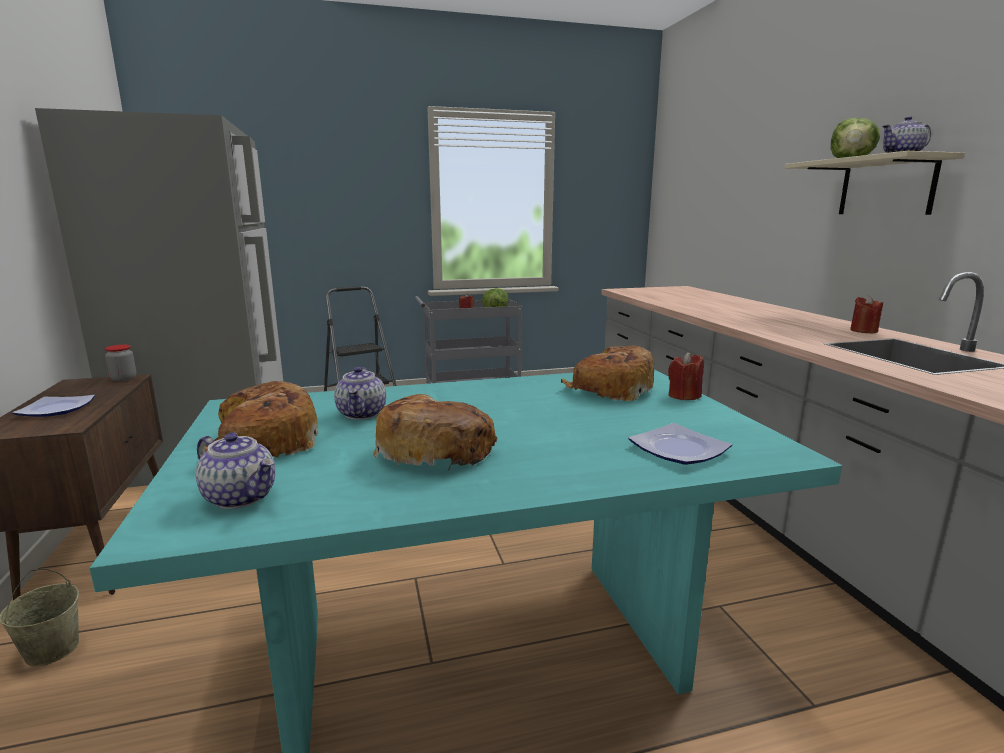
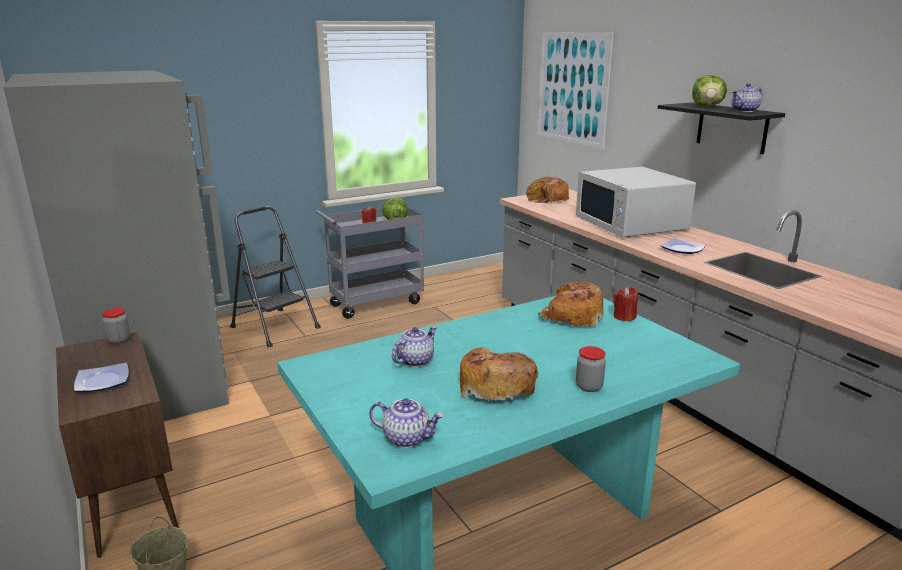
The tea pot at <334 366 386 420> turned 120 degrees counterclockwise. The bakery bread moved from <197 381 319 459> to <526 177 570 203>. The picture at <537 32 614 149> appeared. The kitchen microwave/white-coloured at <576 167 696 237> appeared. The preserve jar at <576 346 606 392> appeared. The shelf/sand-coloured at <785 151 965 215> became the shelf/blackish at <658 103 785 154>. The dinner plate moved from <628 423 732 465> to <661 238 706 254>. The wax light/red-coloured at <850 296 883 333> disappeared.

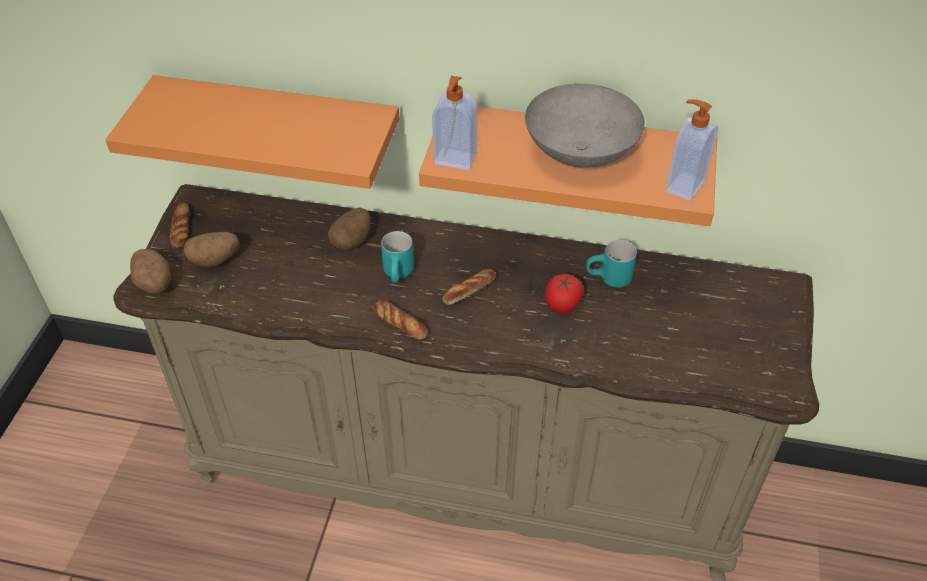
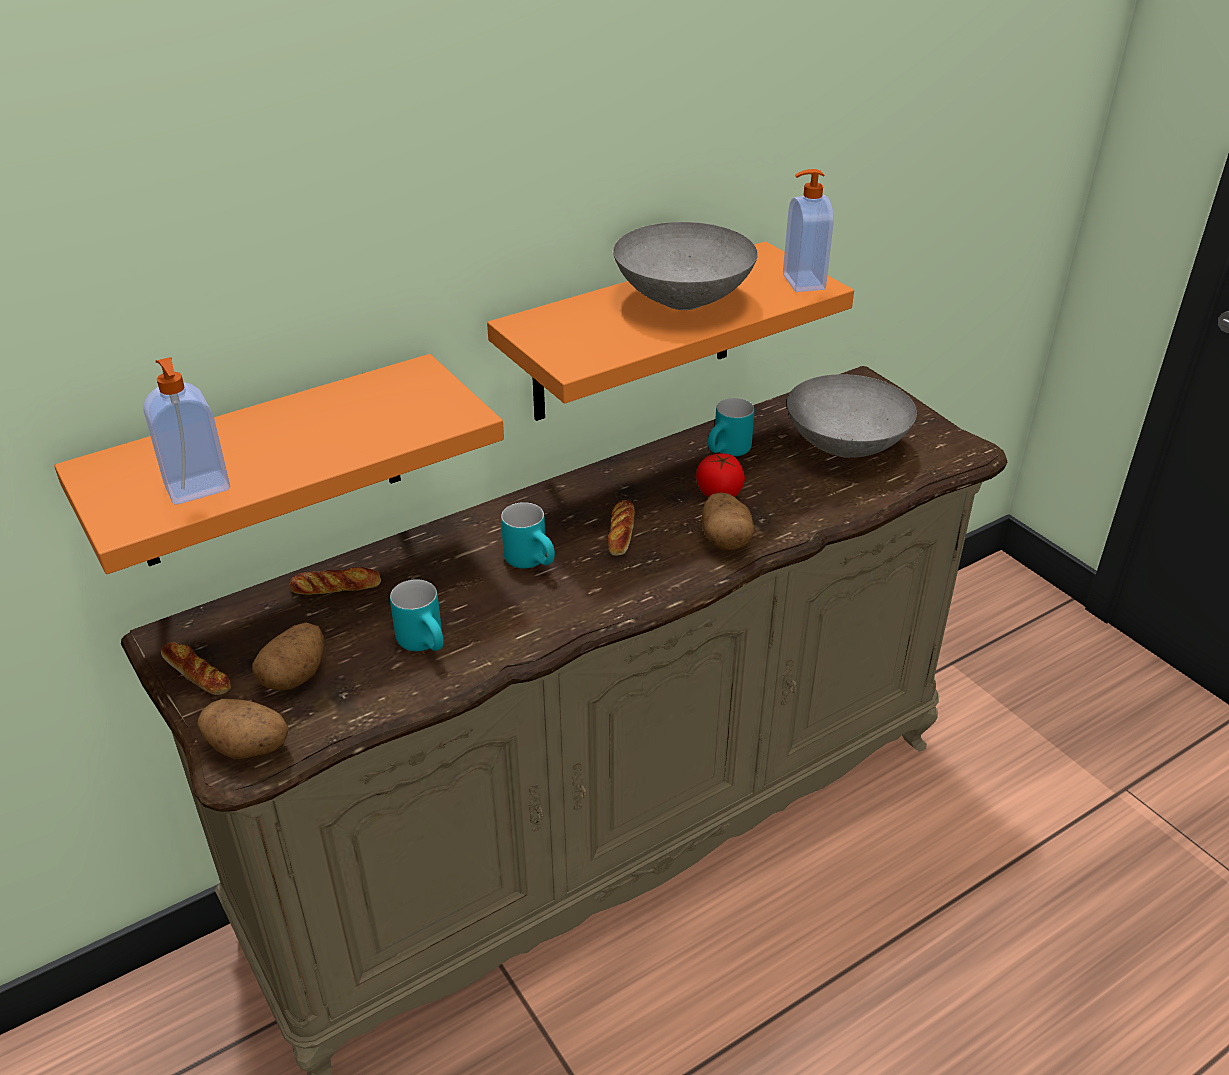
The soap dispenser moved from <432 76 478 170> to <143 357 230 505>. The bakery bread moved from <374 301 428 340> to <290 567 381 595>. The coffee mug/turquoise-coloured at <390 579 444 651> appeared. The spud moved from <328 207 371 249> to <702 492 754 550>. The bowl/gray at <787 374 917 458> appeared.

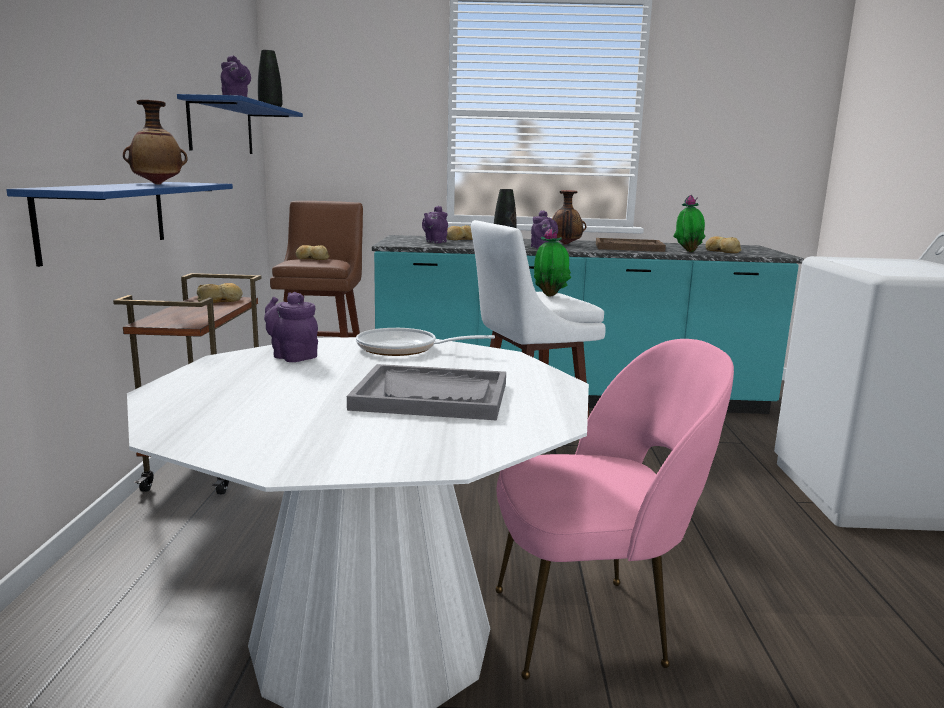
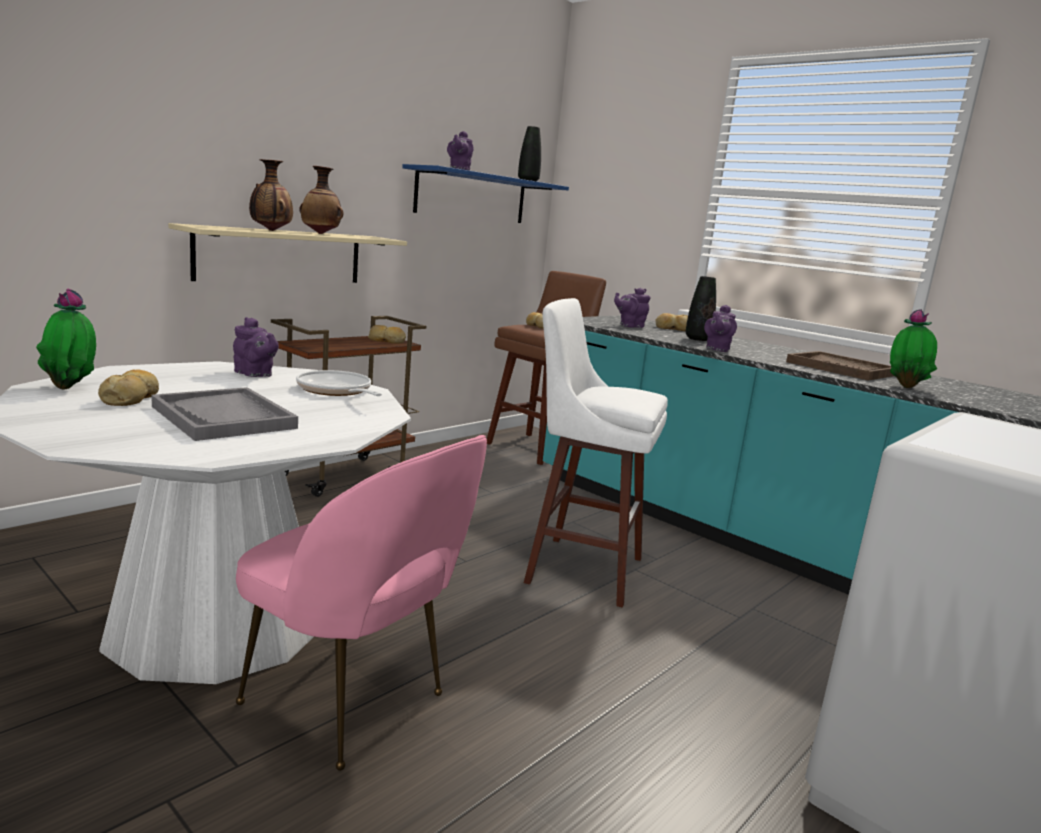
The potted plant moved from <534 227 571 297> to <36 288 96 390>. The bakery bread moved from <705 236 741 253> to <98 370 159 406>. The shelf/bluish at <6 182 233 267> became the shelf/sand-coloured at <168 223 407 283>. The tea pot/purplish at <264 292 318 362> turned 135 degrees clockwise. The flower vase moved from <552 190 586 245> to <249 159 293 231>.

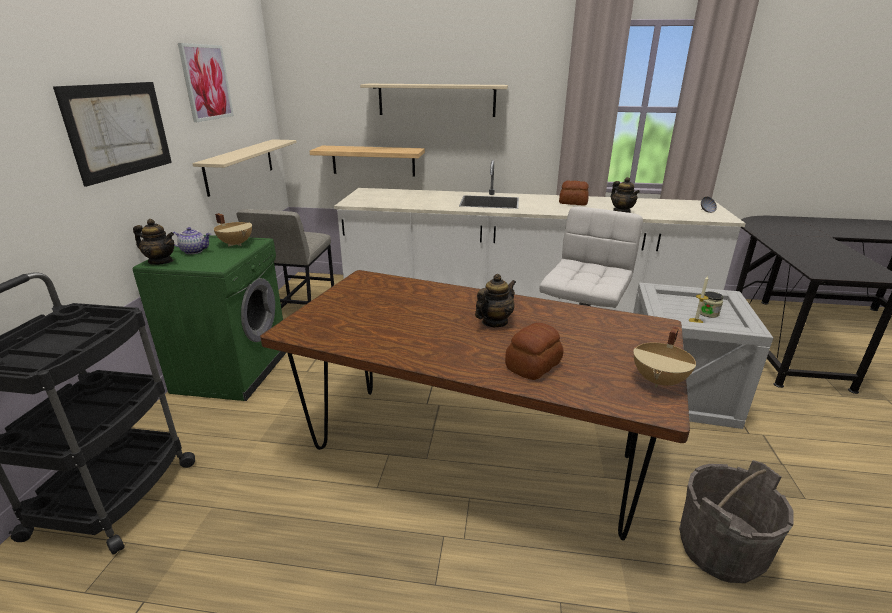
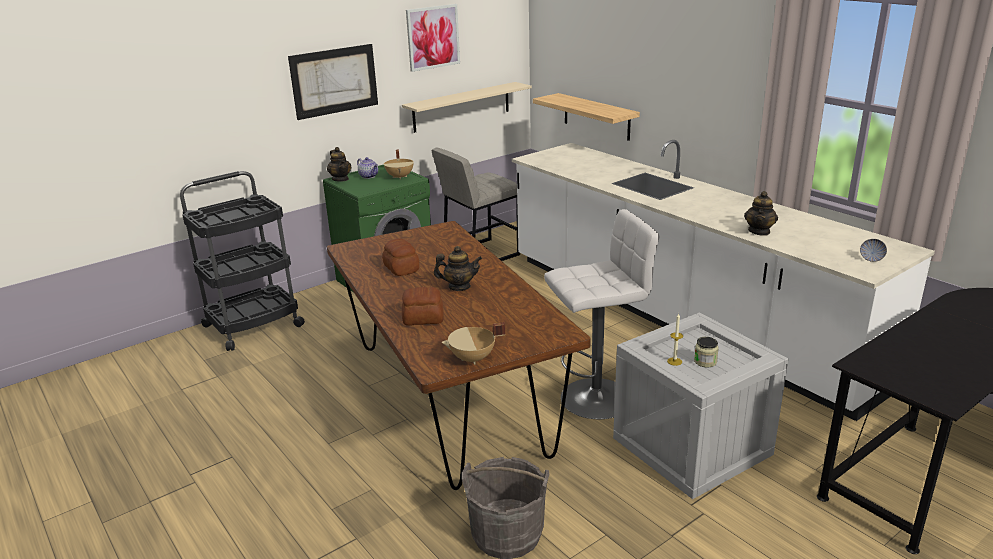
The bakery bread moved from <559 180 589 206> to <382 239 419 276>. The shelf/sand-coloured at <360 84 508 117> disappeared.

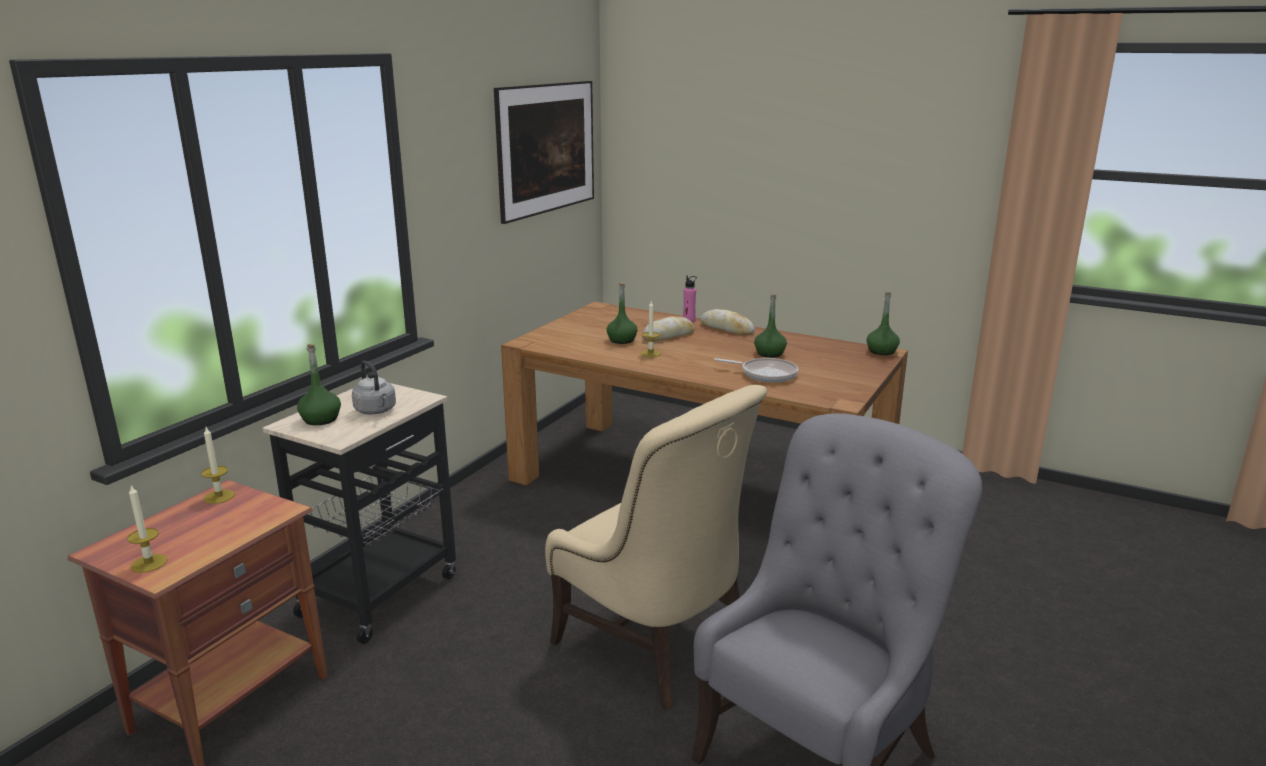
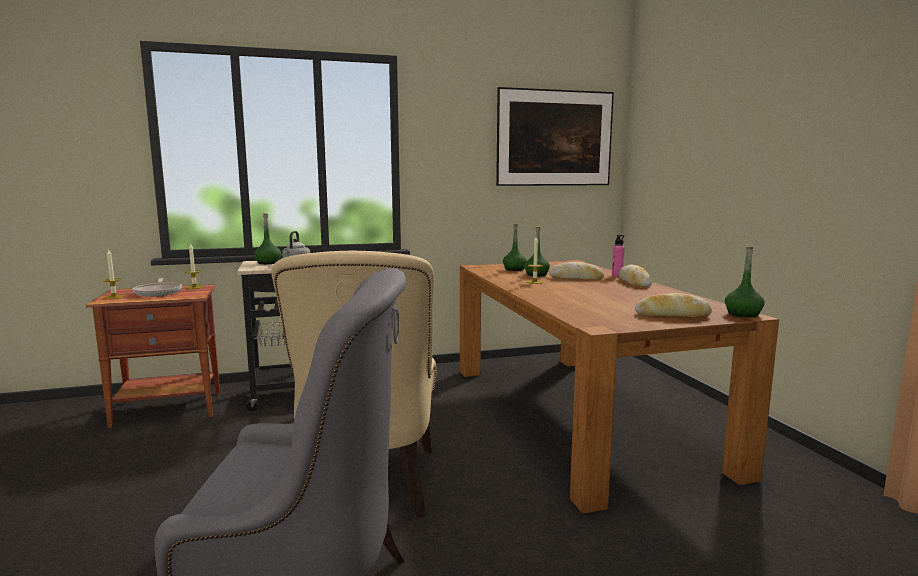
The frying pan moved from <714 358 798 382> to <132 278 182 297>. The drink bottle/green-coloured moved from <754 293 787 358> to <503 223 527 271>. The bakery bread at <635 293 712 317> appeared.

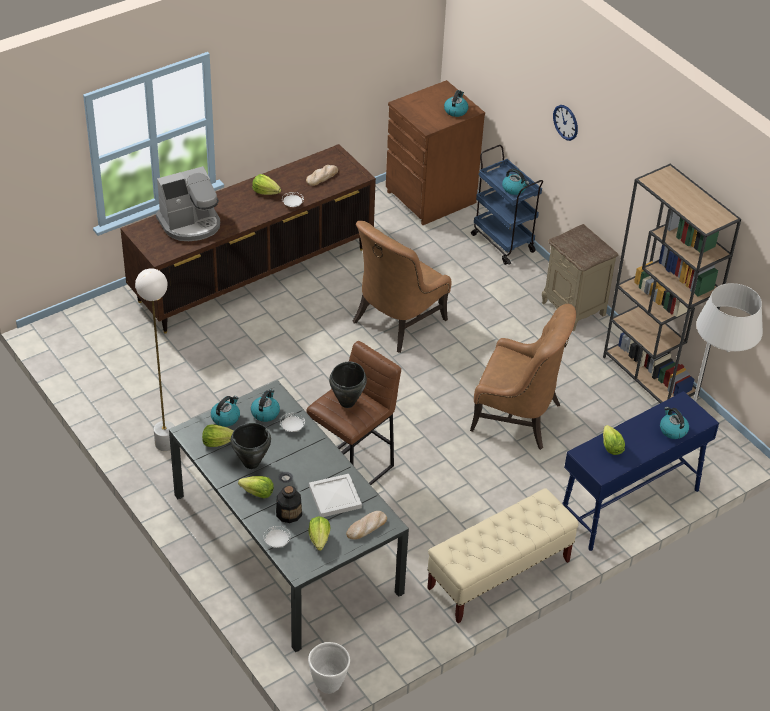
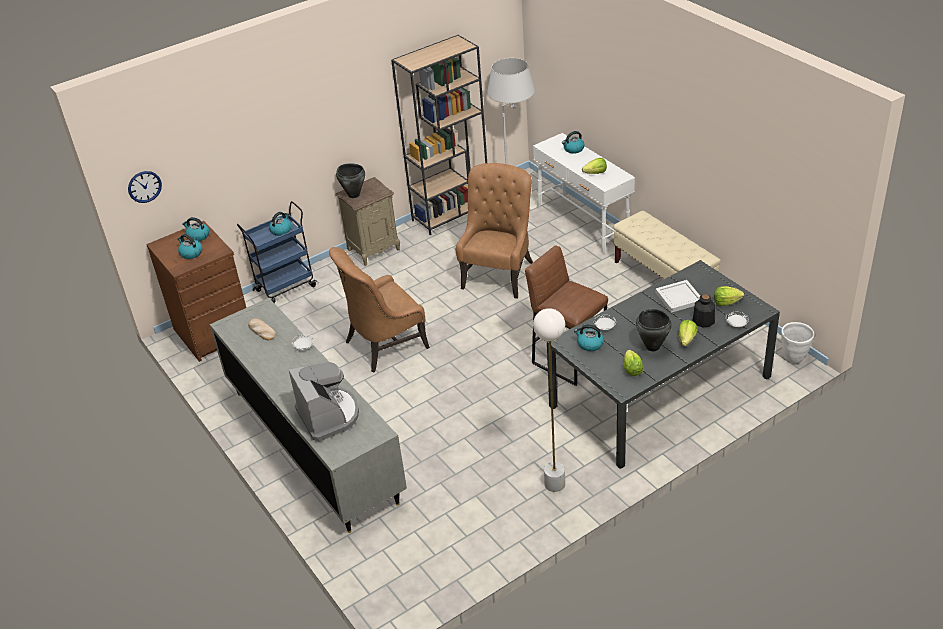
The hanging clock moved from <553 105 578 141> to <128 171 162 203>. The water kettle moved from <211 396 240 427> to <177 234 202 259>. The cupboard/brown at <120 144 376 334> became the cupboard/gray at <210 298 407 533>. The plain chair/brown at <353 221 451 353> turned 105 degrees clockwise. The cooking pot/blackish moved from <329 362 367 408> to <336 163 365 198>. The hall table/bluish at <562 391 719 551> became the hall table/white-coloured at <533 133 635 253>. The lettuce at <252 174 281 195> disappeared. The bakery bread at <346 511 387 540> disappeared.

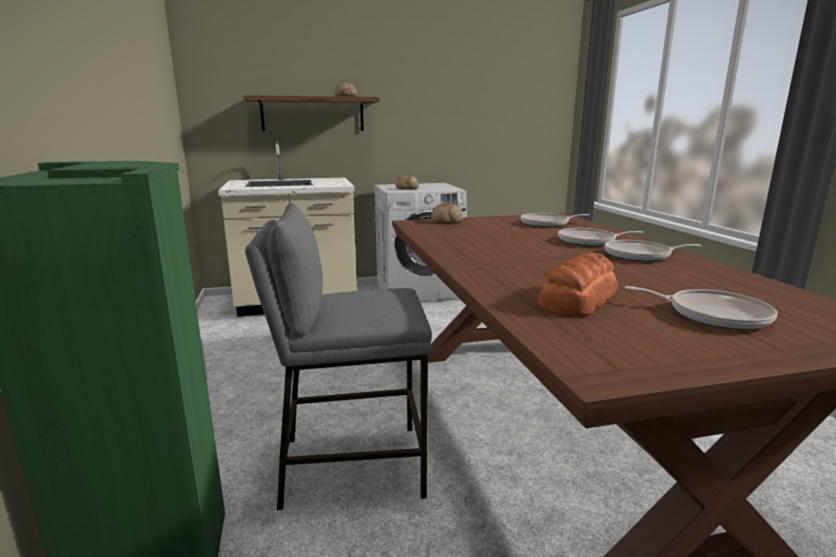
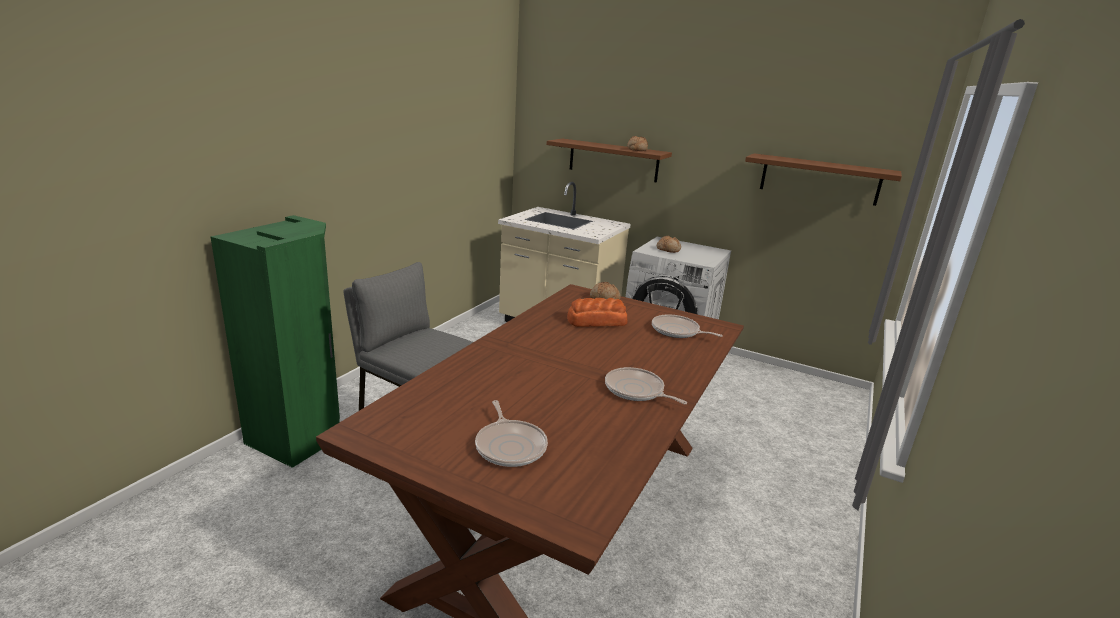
The bakery bread moved from <538 253 618 316> to <567 298 627 327>. The shelf/brown at <745 153 902 206> appeared. The frying pan at <558 228 643 246> disappeared.

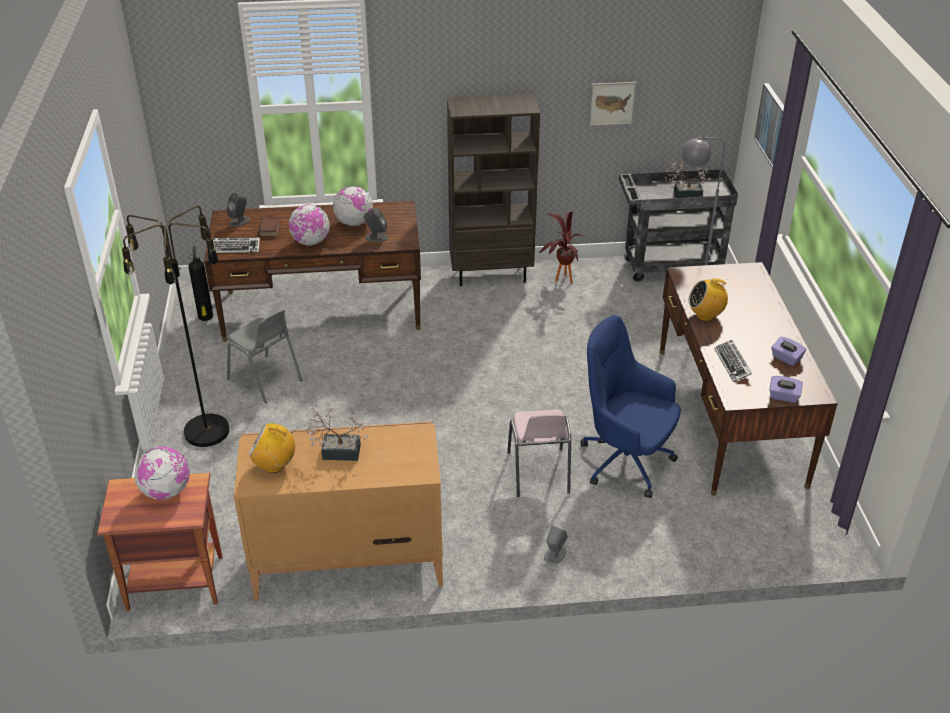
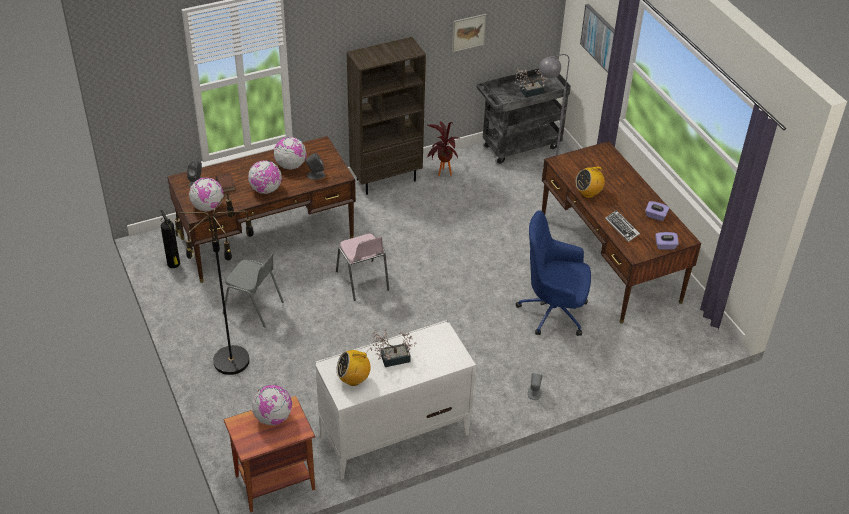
The PC keyboard at <213 237 260 253> was replaced by the desk globe at <189 177 224 212>. The cupboard/brown at <234 421 443 601> became the cupboard/white-coloured at <315 320 476 480>. The plain chair/pinkish moved from <507 410 571 497> to <336 234 389 301>.

